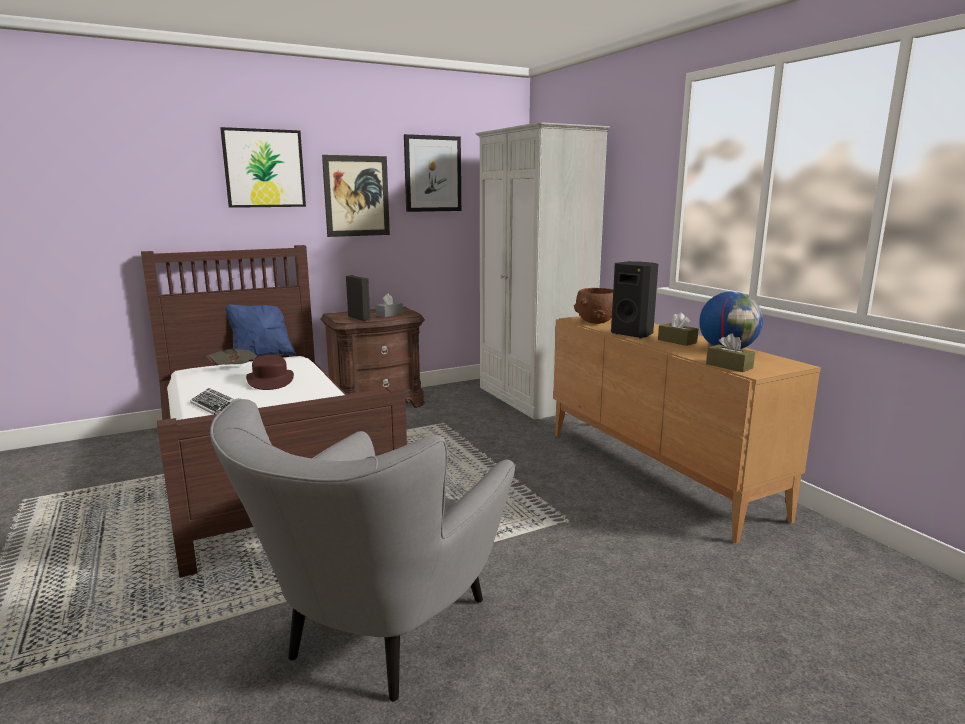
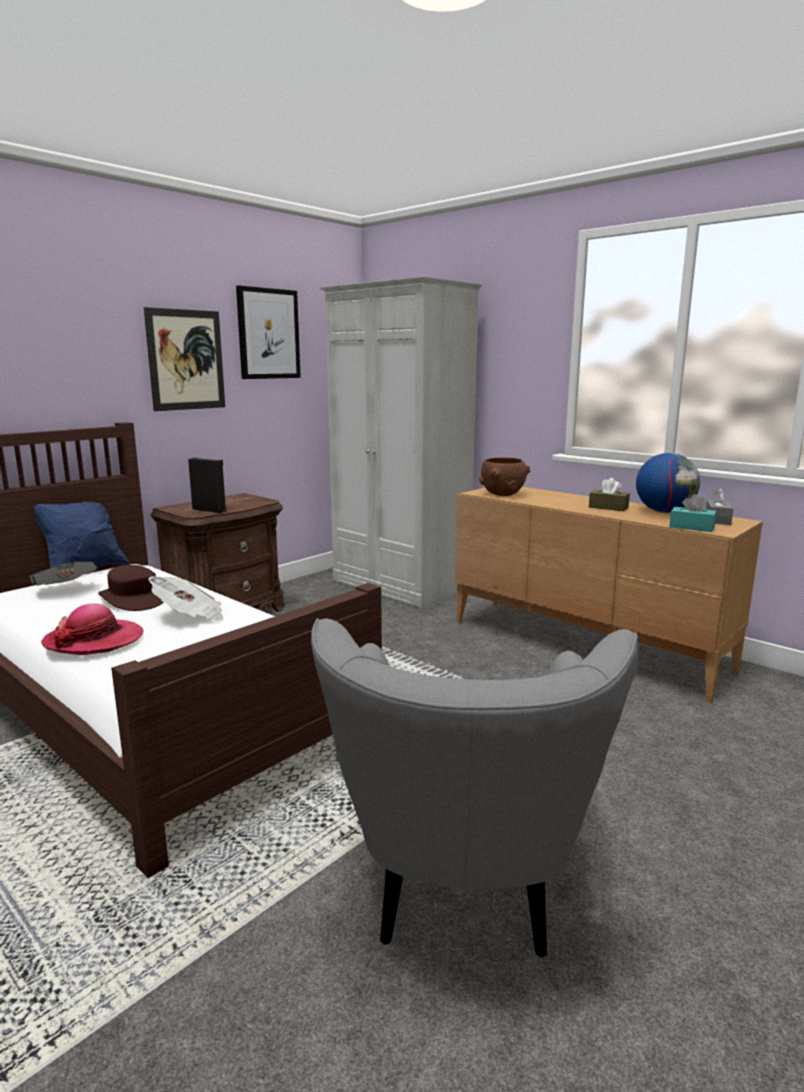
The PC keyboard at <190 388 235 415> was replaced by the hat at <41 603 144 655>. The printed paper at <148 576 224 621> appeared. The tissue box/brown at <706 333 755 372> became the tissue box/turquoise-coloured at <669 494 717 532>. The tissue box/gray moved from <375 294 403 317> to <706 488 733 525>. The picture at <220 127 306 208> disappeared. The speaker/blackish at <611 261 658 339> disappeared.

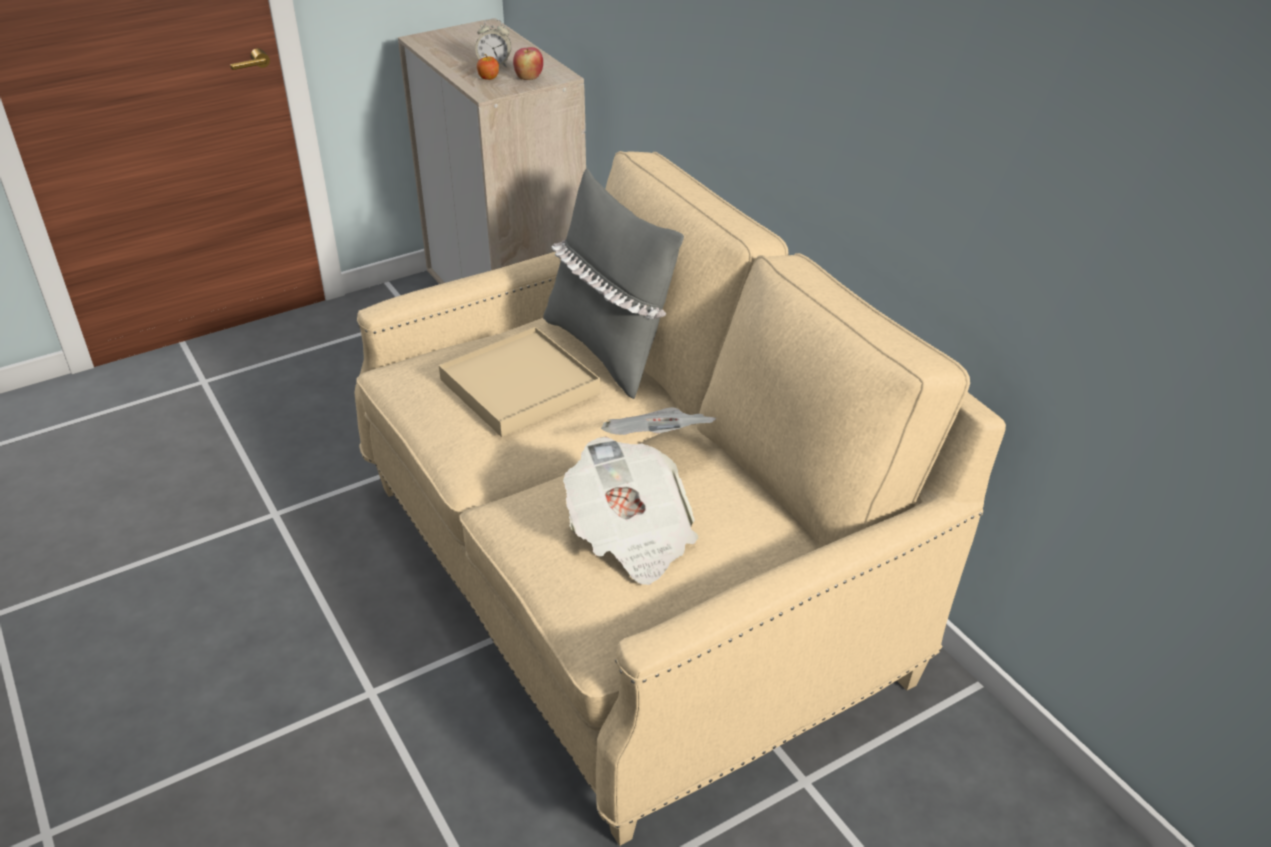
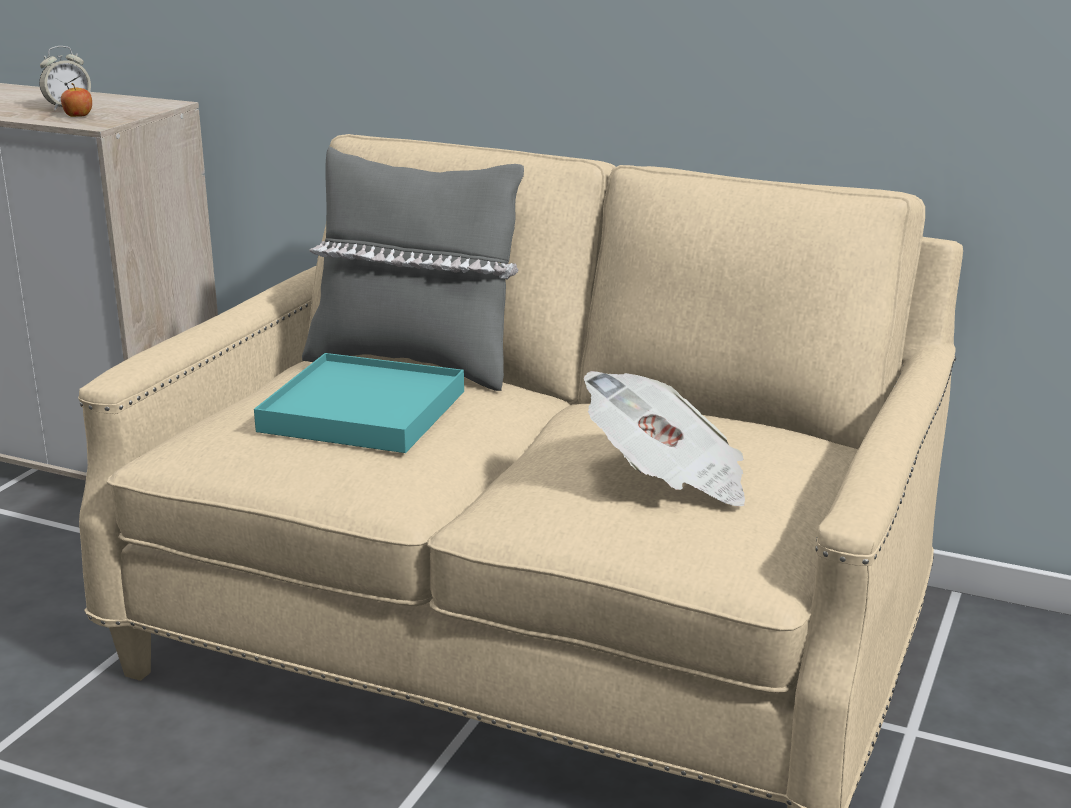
The tray/sand-coloured at <439 326 601 437> became the tray/turquoise-coloured at <254 353 464 453>. The apple fruit at <513 47 543 80> disappeared. The printed paper at <601 407 717 435> disappeared.

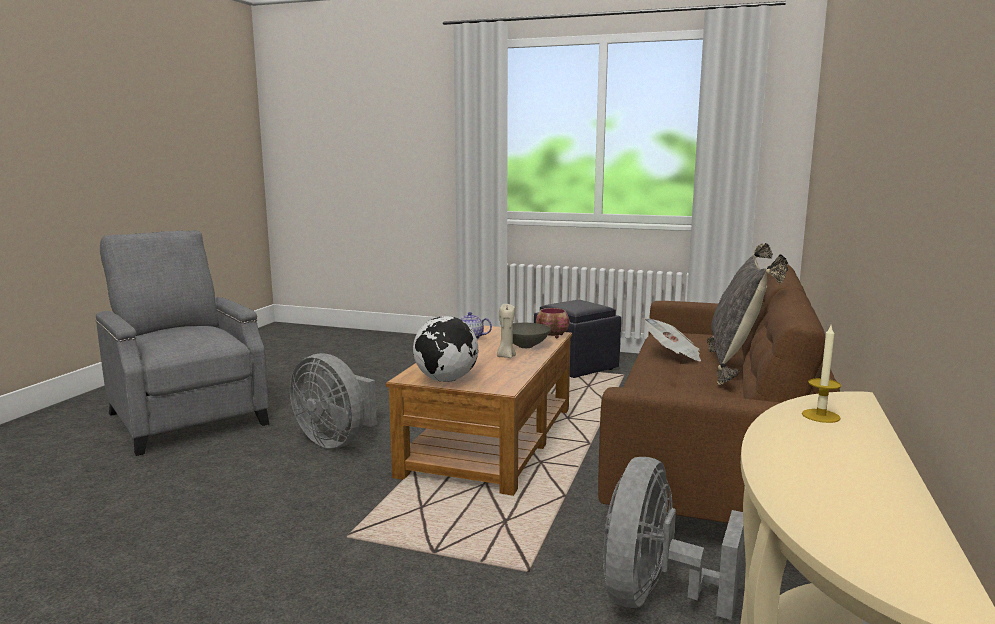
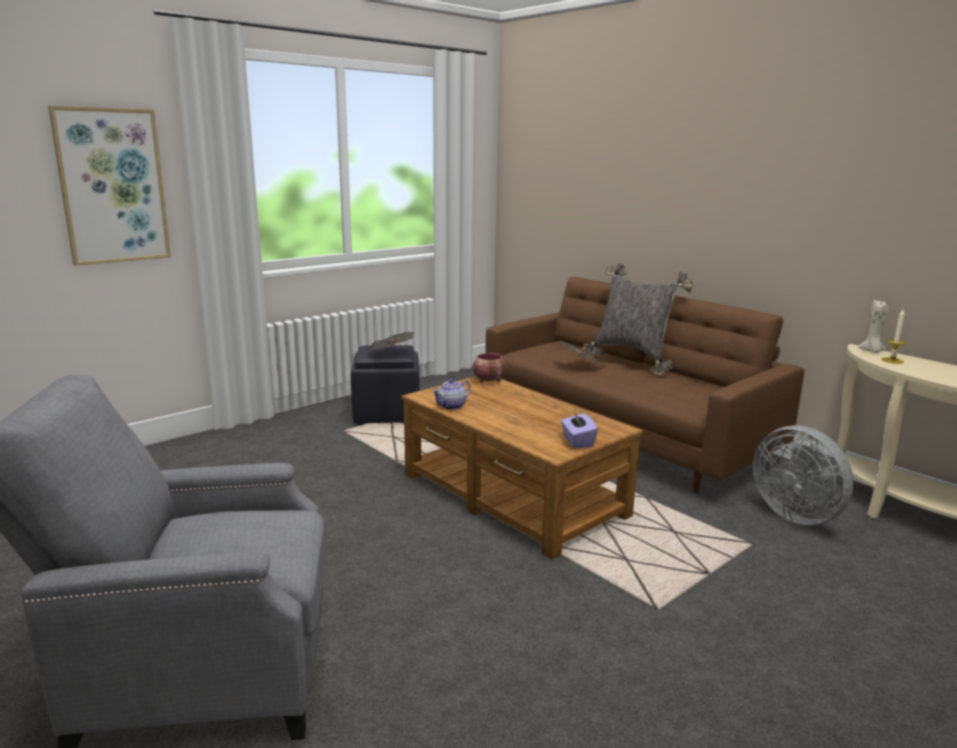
The picture at <48 106 171 266> appeared. The printed paper at <368 332 415 350> appeared. The desk globe at <413 316 478 382> was replaced by the tissue box/purplish at <561 411 598 448>. The wax light/sand-coloured moved from <497 304 516 358> to <858 300 889 353>. The cooling fan/gray at <290 353 377 448> disappeared. The bowl/gray at <513 323 550 348> disappeared.

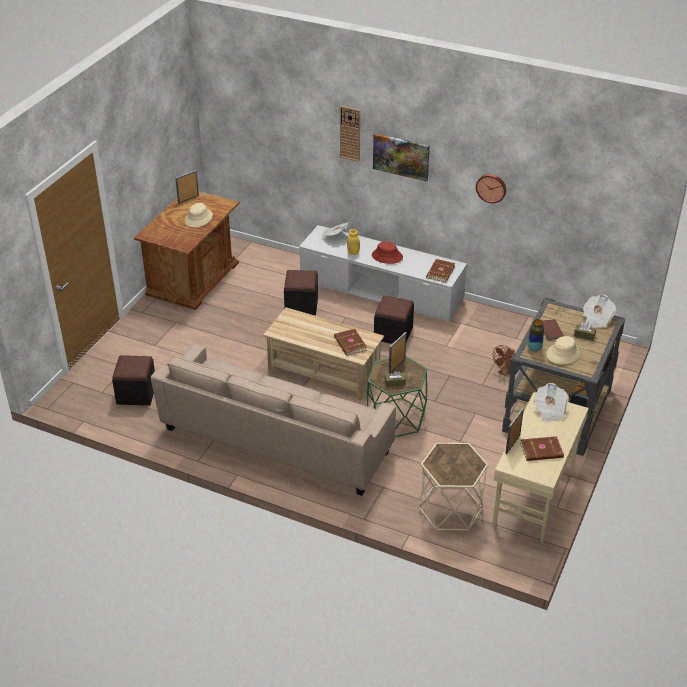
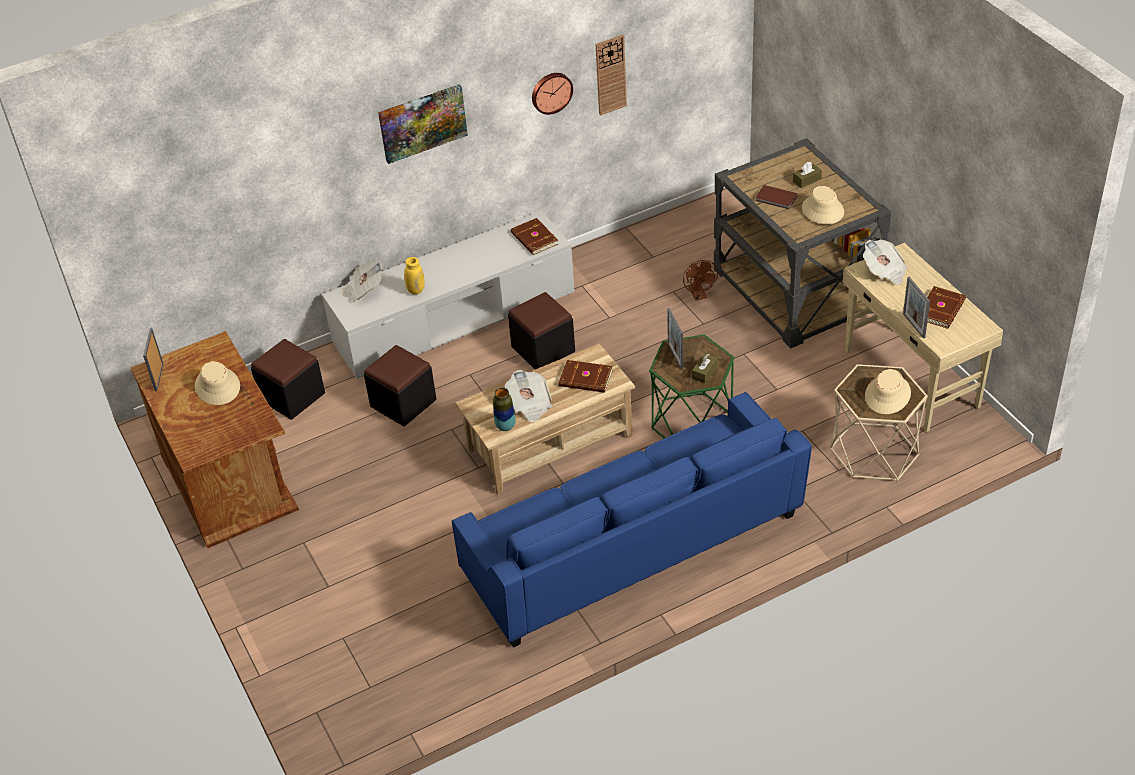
The pouffe/blackish moved from <112 355 155 406> to <251 339 325 420>. The couch/sand-coloured at <151 344 396 496> became the couch/bluish at <452 392 812 648>. The flower vase moved from <528 319 544 352> to <493 388 515 431>. The printed paper moved from <583 294 616 328> to <505 370 553 423>. The hanging clock moved from <340 106 360 162> to <596 35 627 116>. The hat/sand-coloured at <865 369 911 414> appeared. The hat/red-coloured at <372 241 403 264> disappeared.

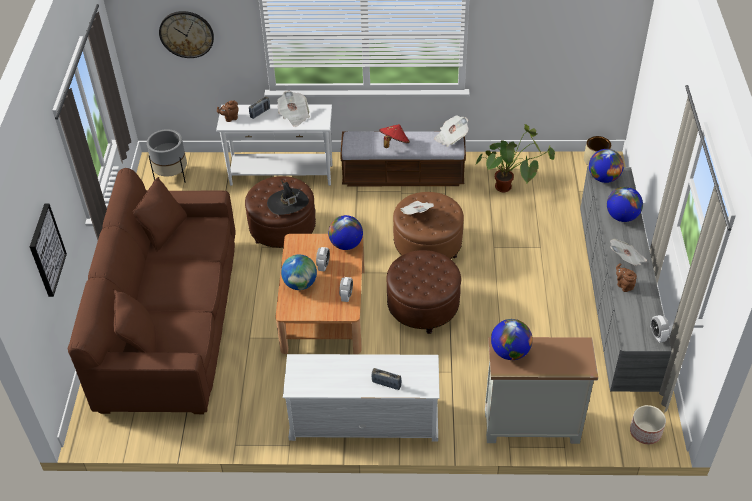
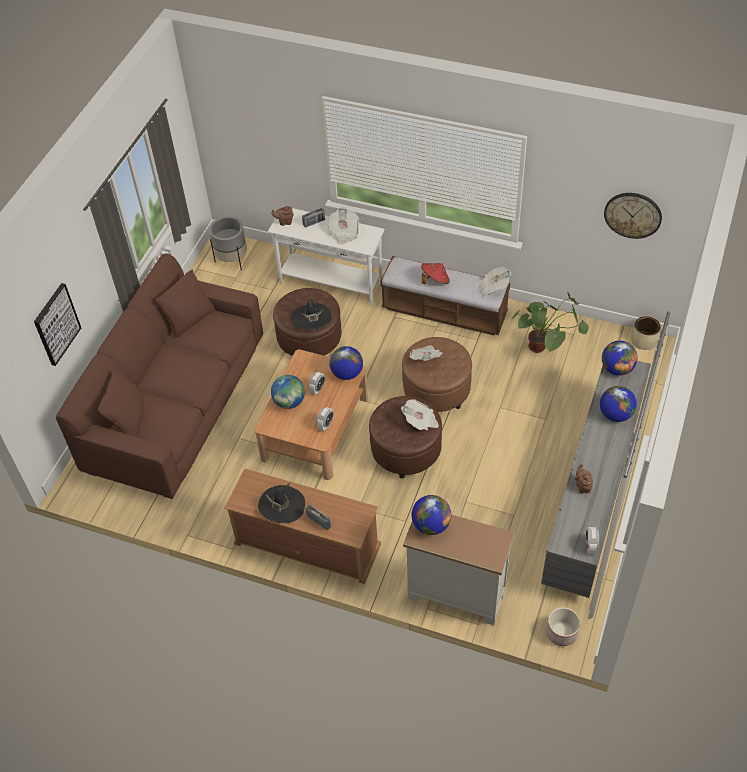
The tv stand/white-coloured at <283 354 440 442> became the tv stand/brown at <224 469 381 584>. The hat/blackish at <258 483 305 523> appeared. The printed paper moved from <610 239 647 266> to <401 399 439 430>. The hanging clock moved from <159 11 214 58> to <604 193 662 239>.

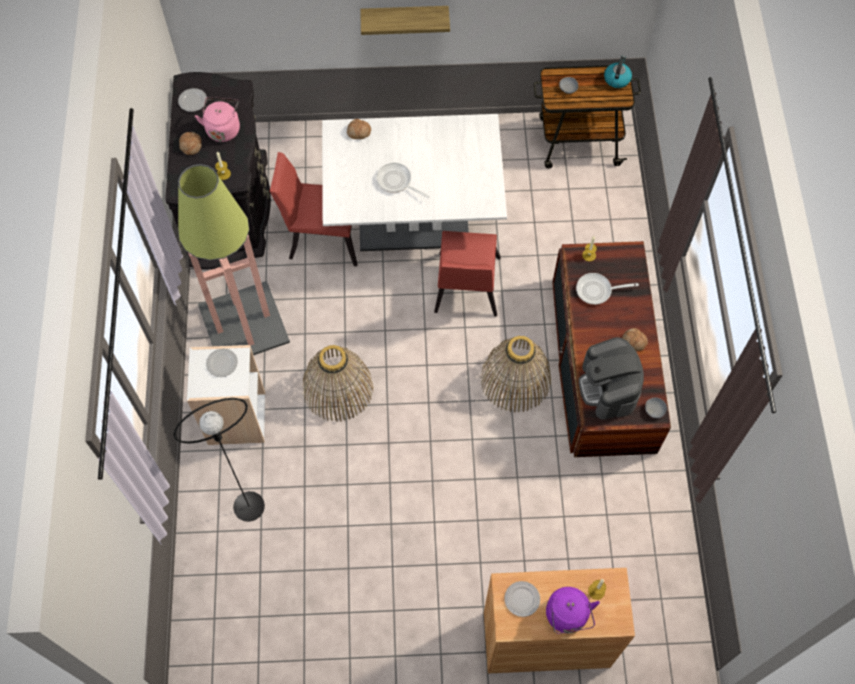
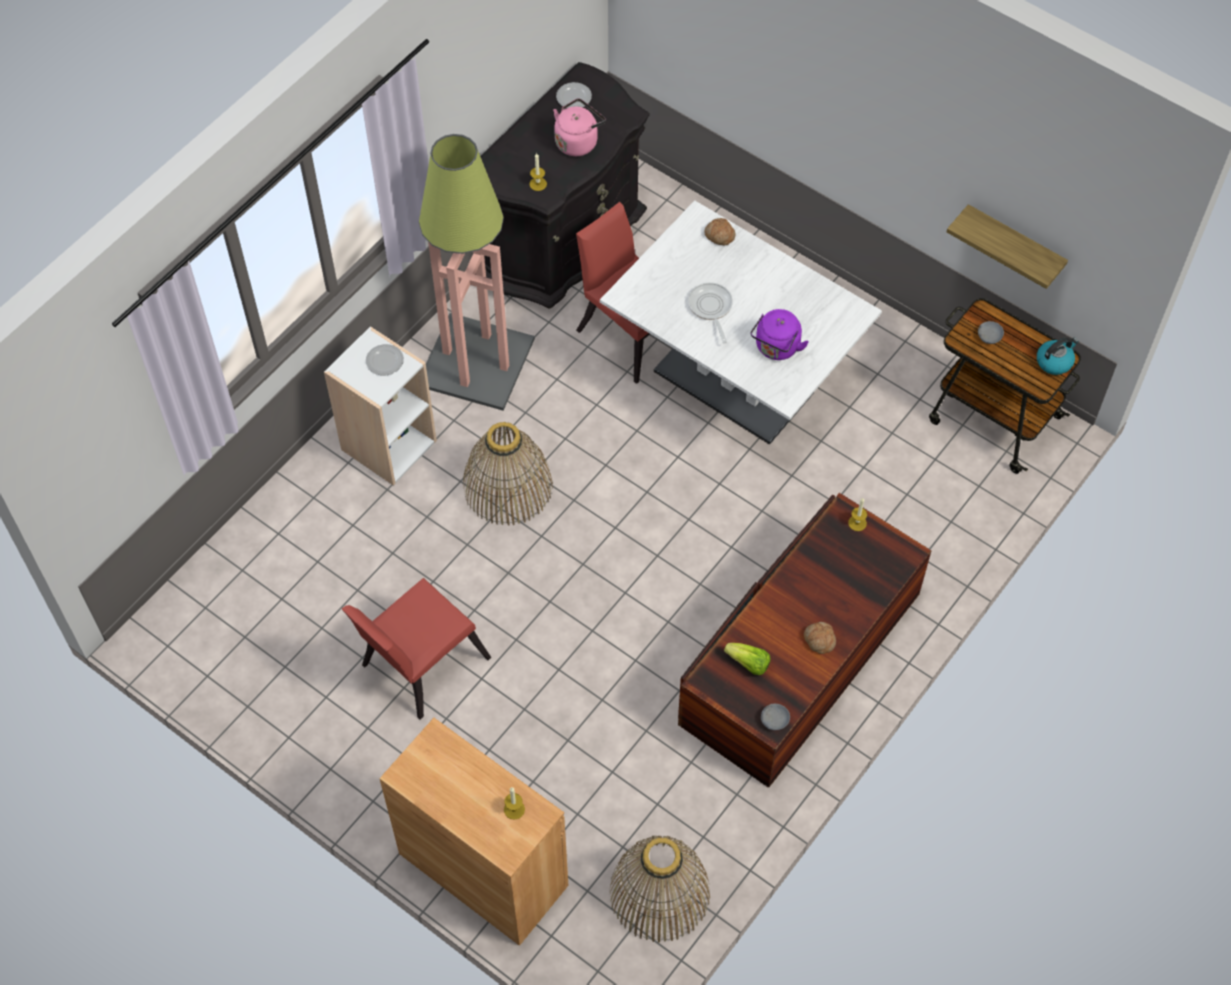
The plain chair/red-coloured moved from <434 231 501 317> to <342 578 491 720>. The household basket moved from <480 336 551 413> to <609 836 710 943>. The coffee machine at <578 337 644 420> was replaced by the lettuce at <724 643 771 675>. The water kettle/purplish moved from <546 587 600 634> to <751 309 809 360>. The shelf moved from <360 6 450 35> to <947 204 1068 289>. The standing lamp/blackish at <173 398 265 522> disappeared. The bakery bread at <179 132 201 155> disappeared. The dinner plate at <504 581 540 617> disappeared. The frying pan at <576 273 639 305> disappeared.

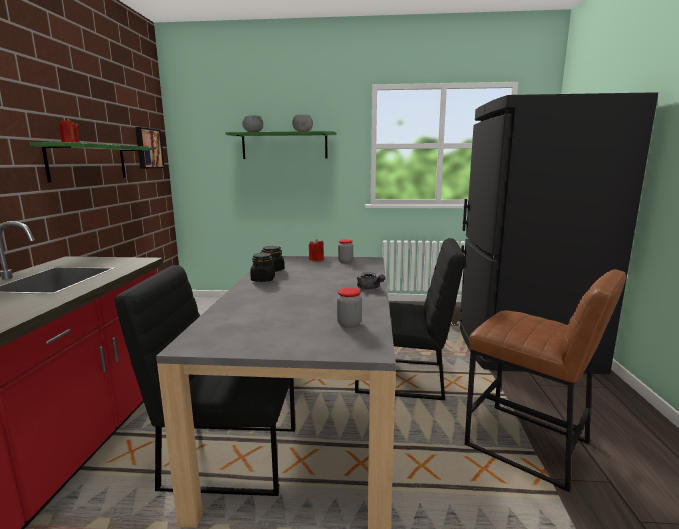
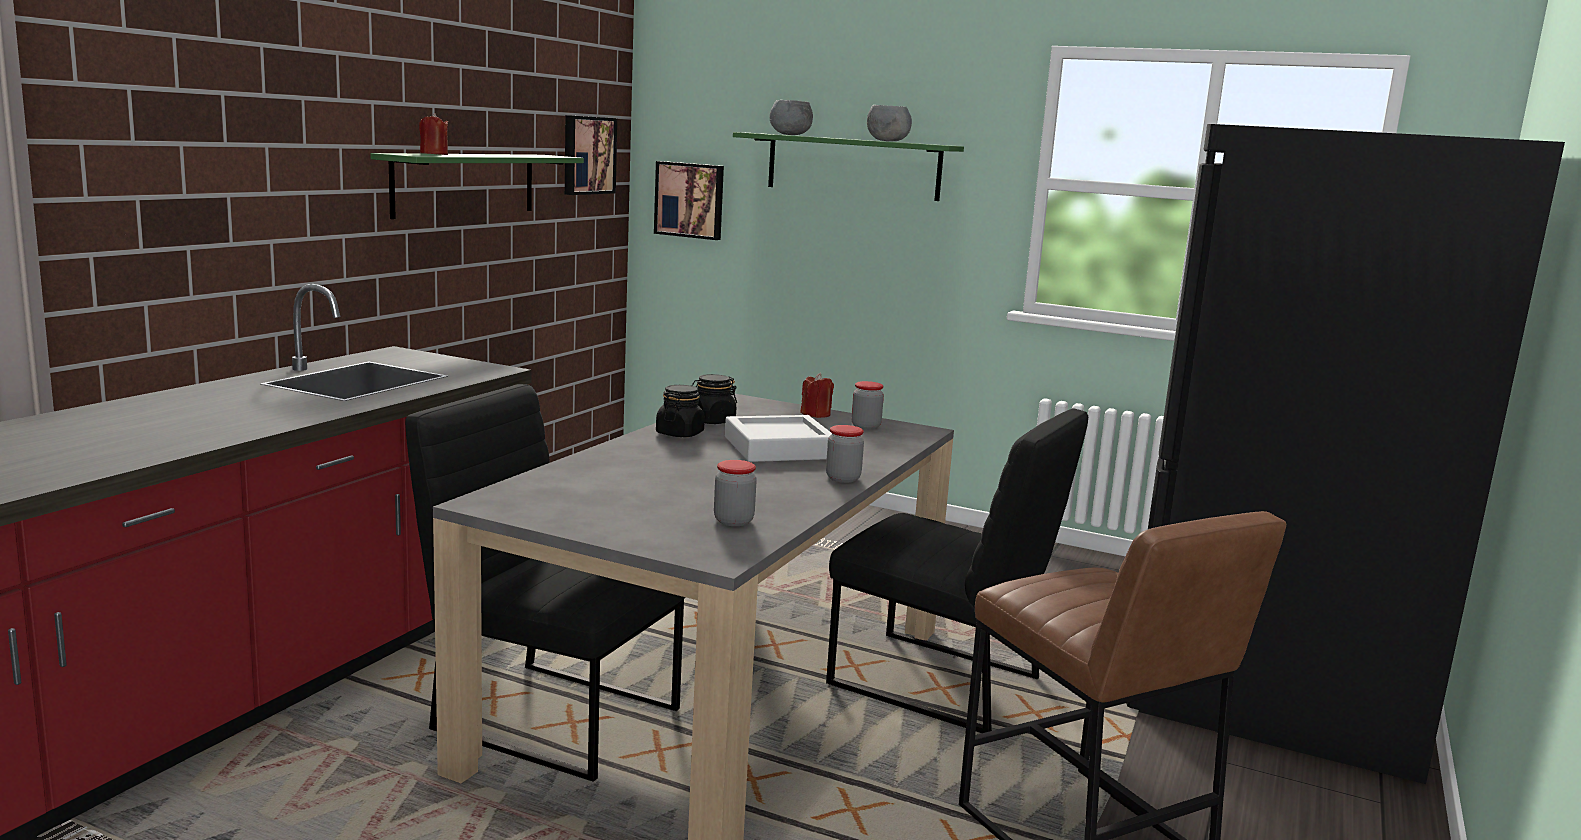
The picture at <654 161 724 240> appeared. The tray/gray at <725 415 832 462> appeared. The tea pot/gray at <357 272 385 290> was replaced by the preserve jar at <826 425 864 483>.

